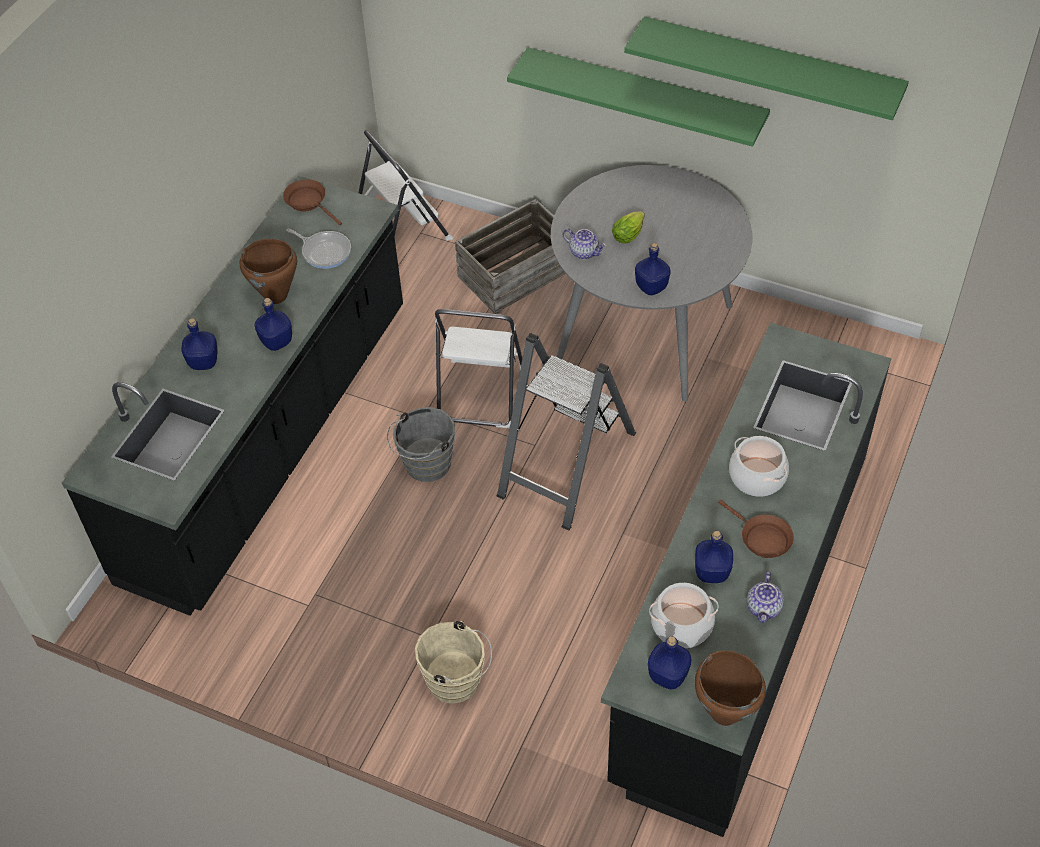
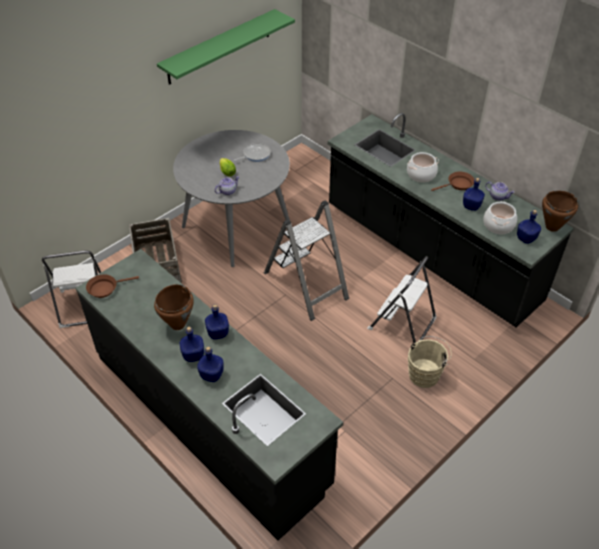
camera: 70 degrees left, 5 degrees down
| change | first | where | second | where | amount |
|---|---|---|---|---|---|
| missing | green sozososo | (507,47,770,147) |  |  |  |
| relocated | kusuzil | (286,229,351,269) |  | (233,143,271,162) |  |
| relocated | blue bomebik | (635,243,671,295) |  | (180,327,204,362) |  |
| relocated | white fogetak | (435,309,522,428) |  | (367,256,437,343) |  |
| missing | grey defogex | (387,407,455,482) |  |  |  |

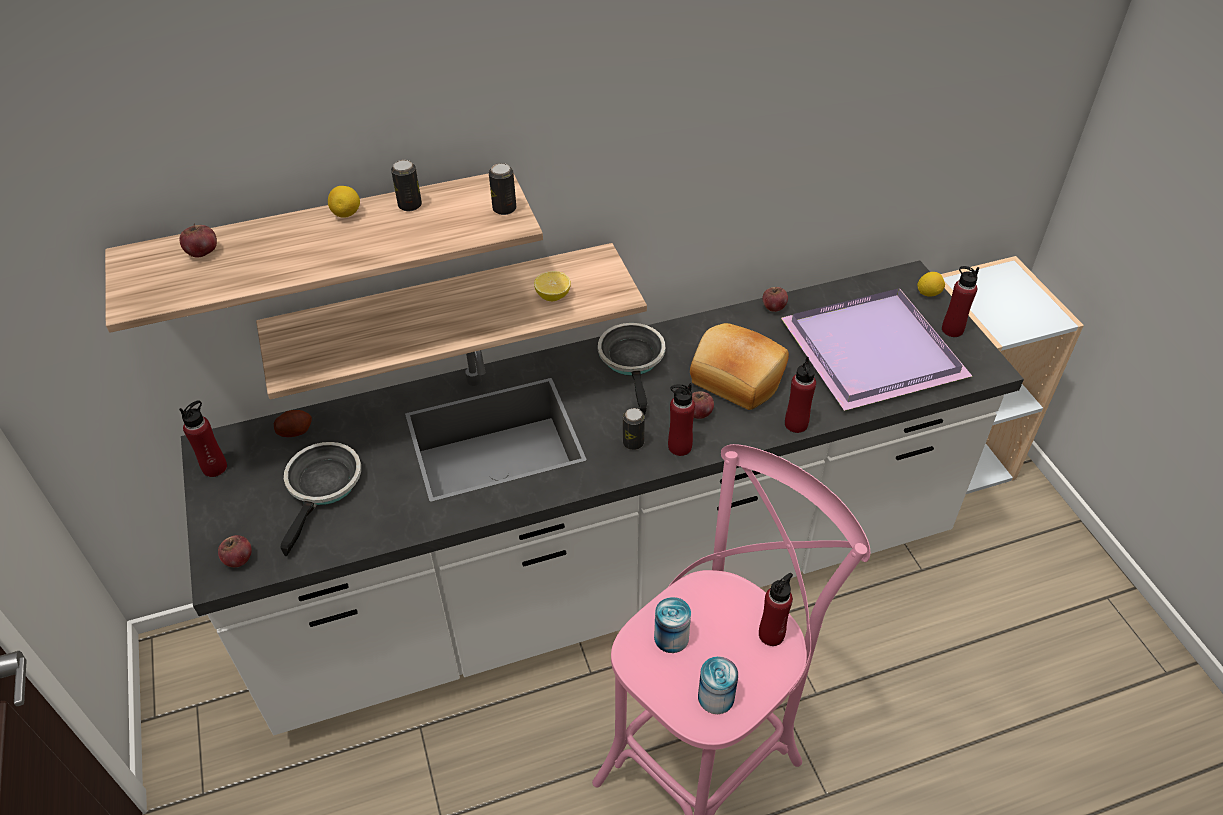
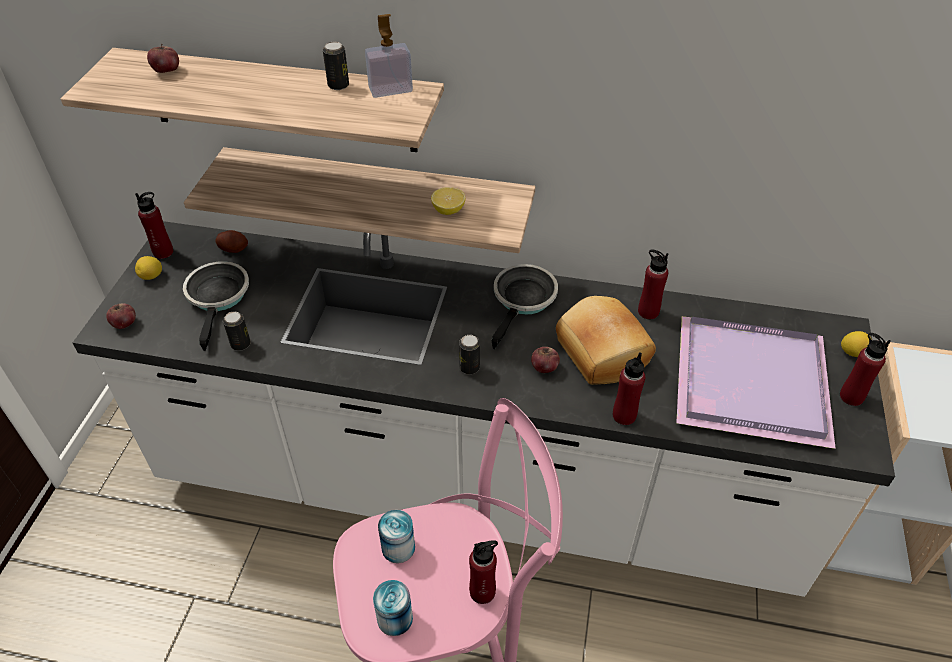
camera: 30 degrees right, 0 degrees up
| change | first | where | second | where | amount |
|---|---|---|---|---|---|
| relocated | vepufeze | (489,163,516,215) |  | (223,311,251,351) |  |
| relocated | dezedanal | (328,186,360,218) |  | (135,256,162,280) |  |
| missing | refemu | (762,287,788,312) |  |  |  |
| relocated | red bomebik | (668,383,695,456) |  | (638,249,668,319) |  |
| spun | kusuzil | (280,442,361,556) |  | (183,261,249,351) | 45 degrees counterclockwise |
| appeared |  |  | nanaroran | (365,14,413,98) |  |

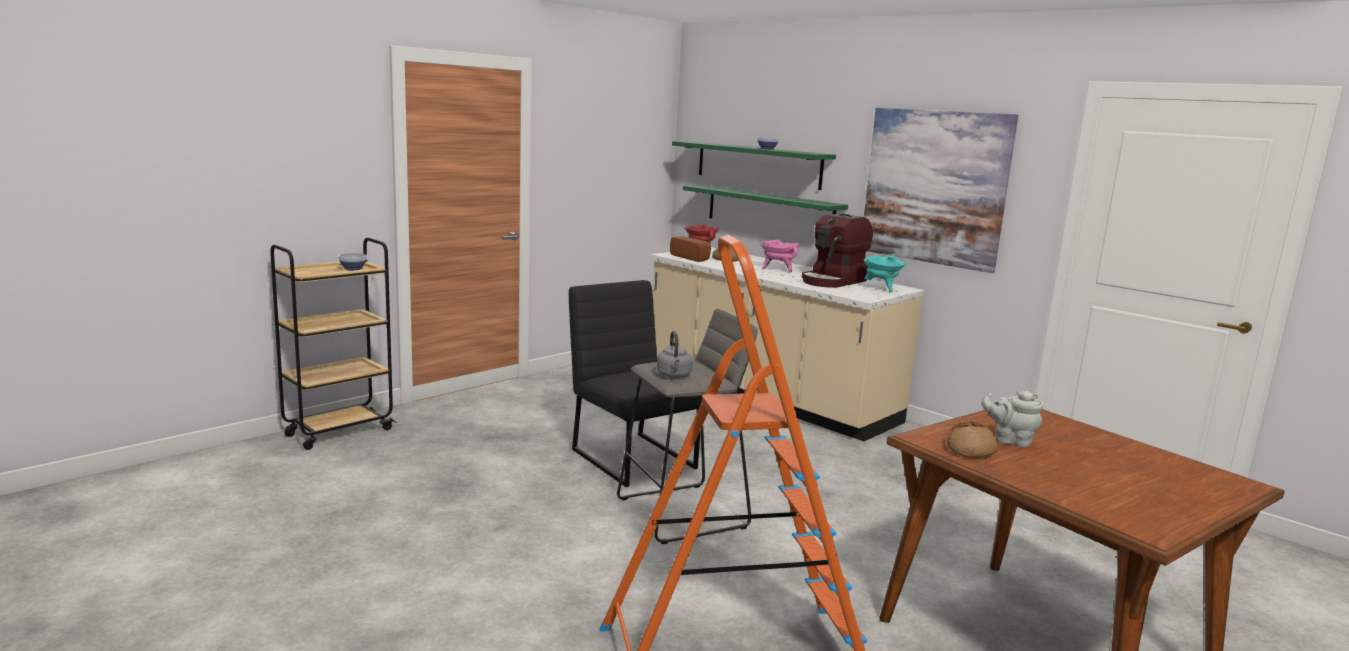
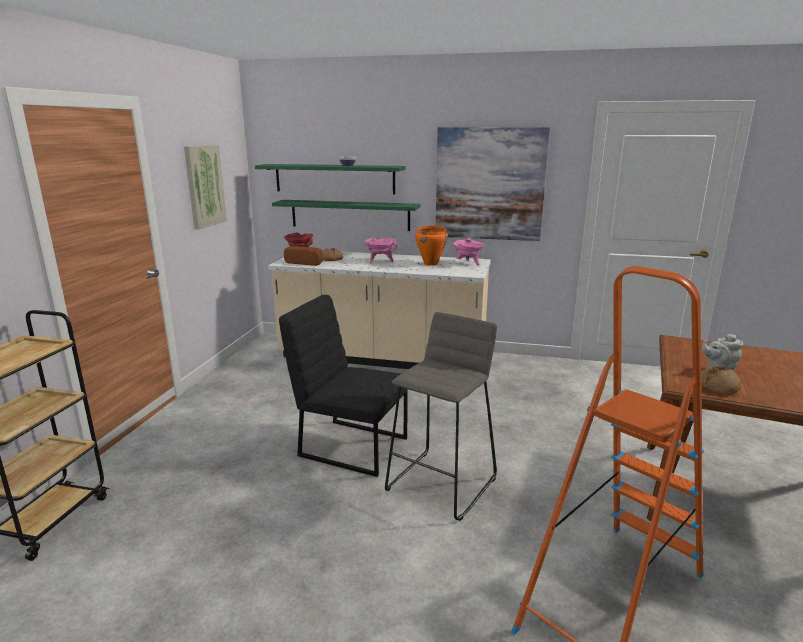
camera: 30 degrees left, 5 degrees up
| change | first | where | second | where | amount |
|---|---|---|---|---|---|
| exchanged | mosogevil | (802,214,873,288) | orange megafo | (415,226,448,266) |  |
| missing | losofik | (338,253,367,270) |  |  |  |
| colour | turquoise megafo | (863,254,906,292) | pink megafo | (453,237,484,265) |  |
| missing | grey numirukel | (657,331,693,378) |  |  |  |
| appeared |  |  | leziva | (184,145,227,230) |  |

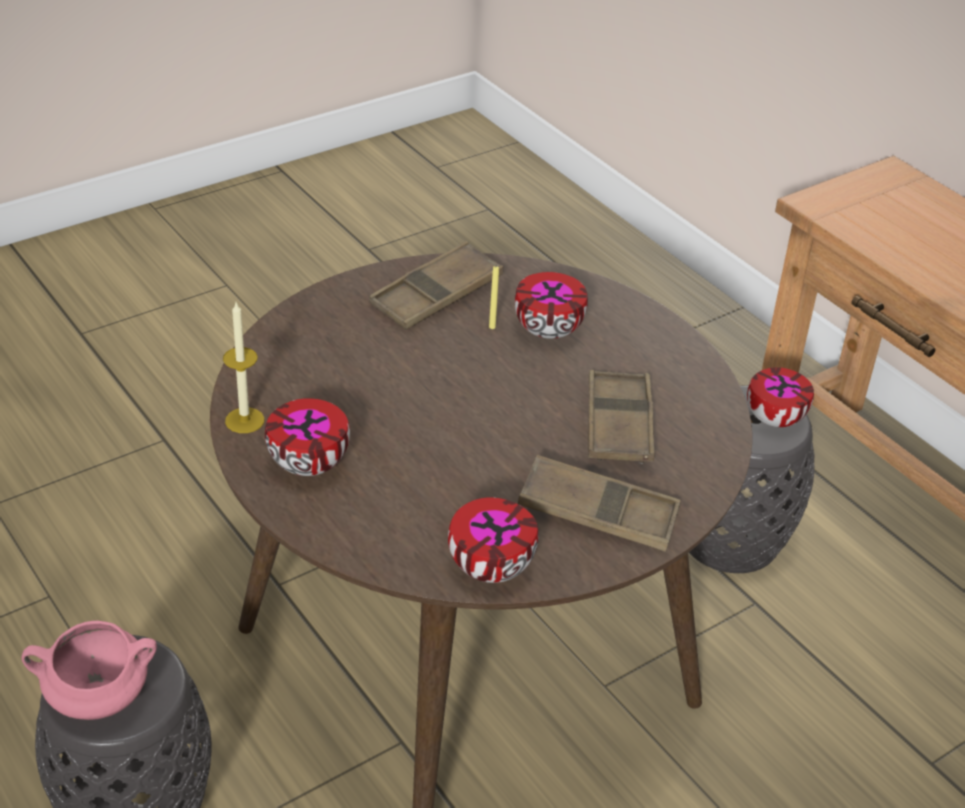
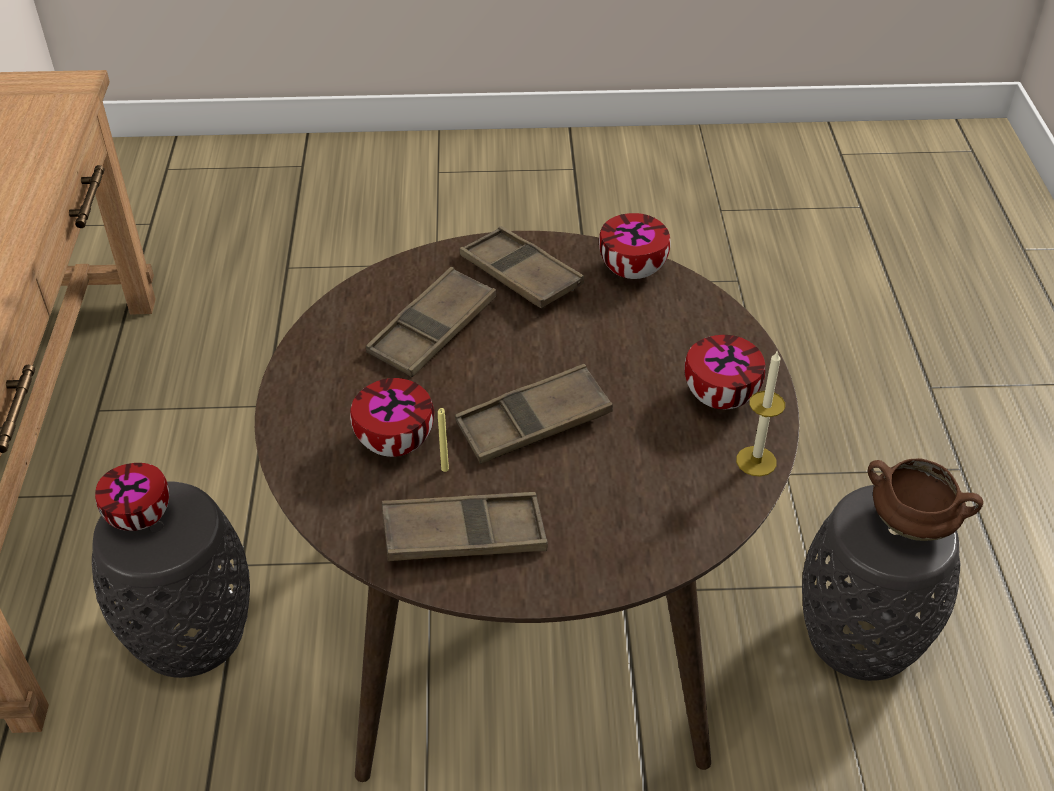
camera: 145 degrees left, 5 degrees up
| change | first | where | second | where | amount |
|---|---|---|---|---|---|
| colour | pink megafo | (21,621,157,720) | brown megafo | (868,458,983,541) |  |
| appeared |  |  | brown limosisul | (455,364,613,464) |  |

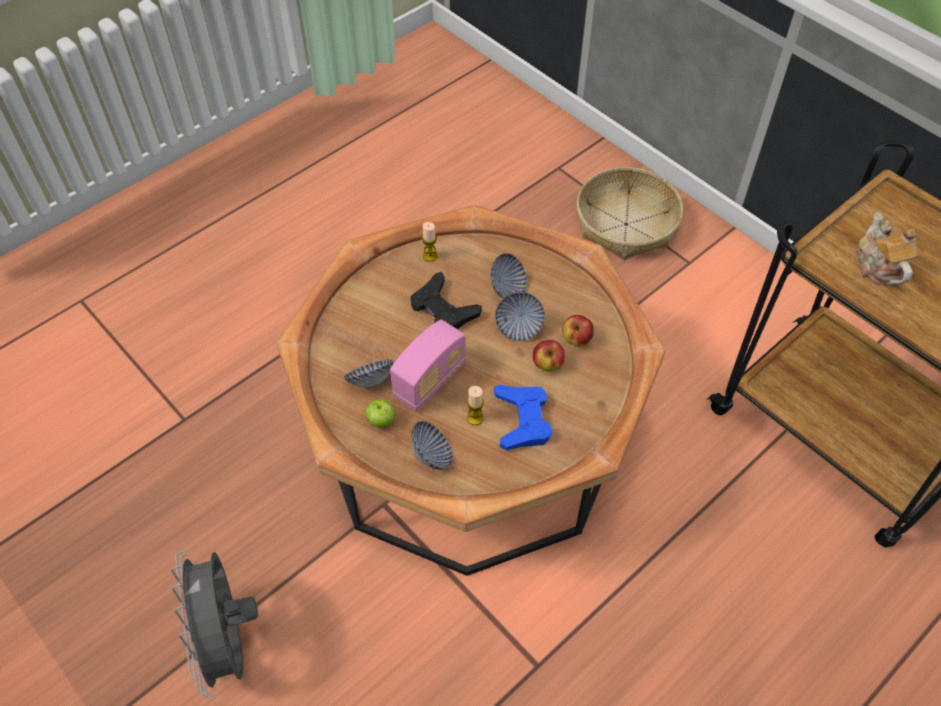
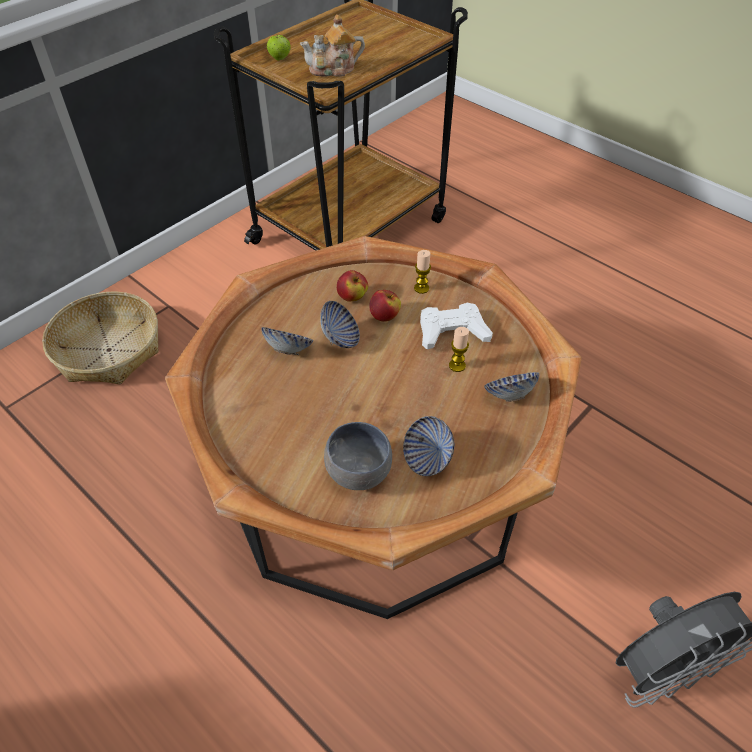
camera: 95 degrees left, 5 degrees down
| change | first | where | second | where | amount |
|---|---|---|---|---|---|
| relocated | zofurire | (422,222,438,262) |  | (414,250,431,294) |  |
| missing | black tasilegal | (410,272,482,329) |  |  |  |
| missing | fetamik | (390,319,466,412) |  |  |  |
| colour | blue tasilegal | (494,385,552,450) | white tasilegal | (420,303,493,350) |  |
| relocated | refemu | (365,399,395,428) |  | (267,35,291,60) |  |
| appeared |  |  | grey losofik | (324,422,392,490) |  |

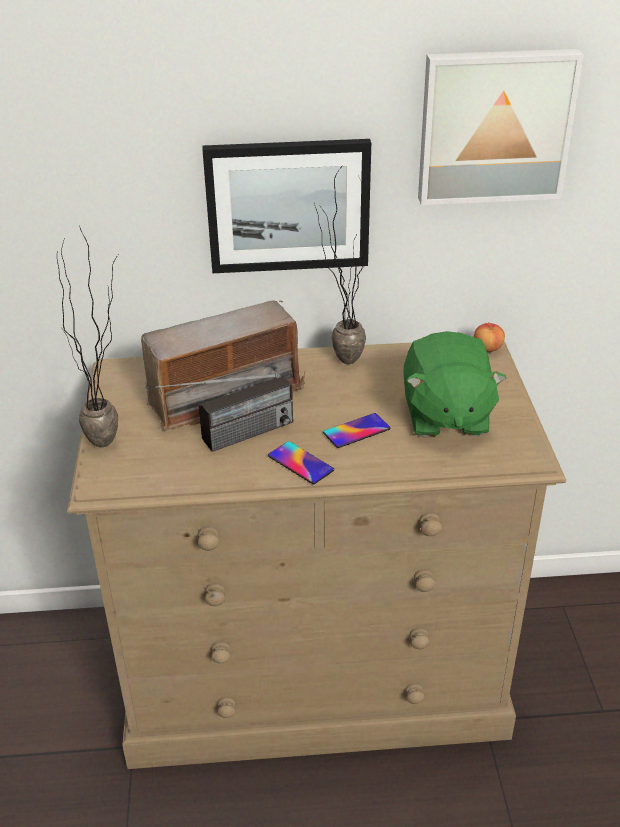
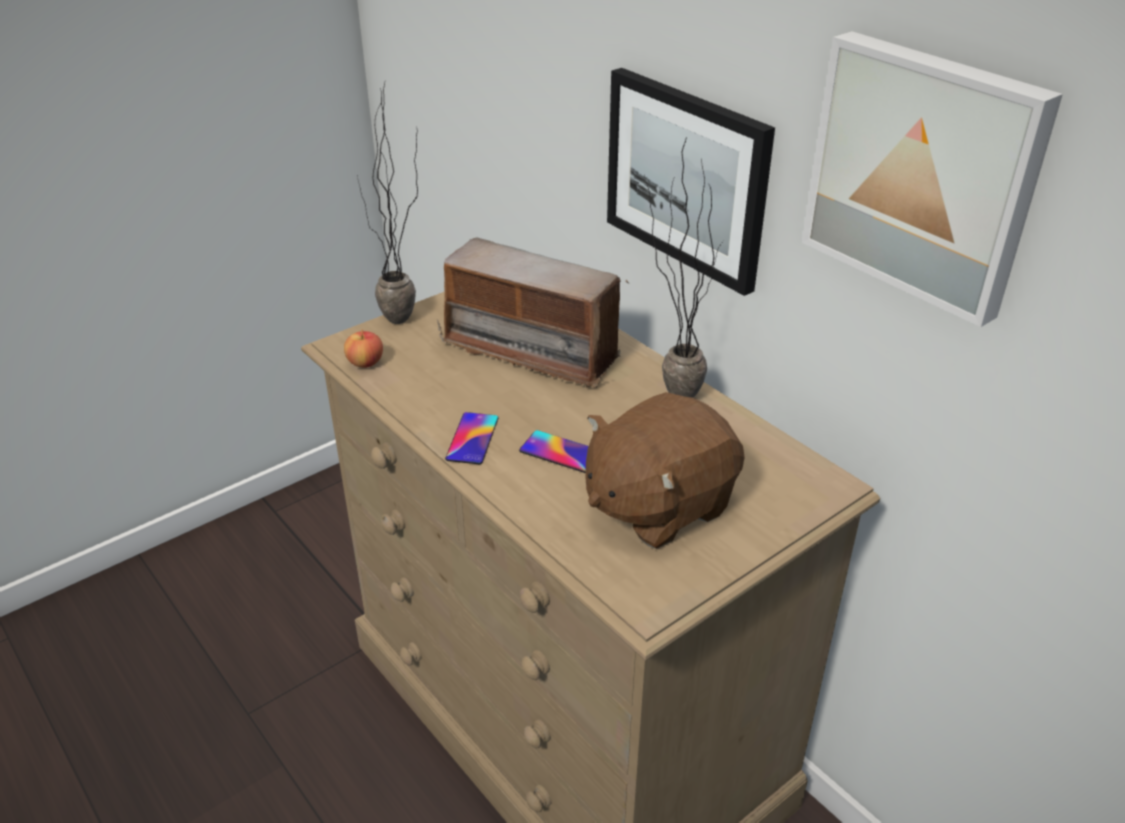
camera: 55 degrees right, 0 degrees up
| change | first | where | second | where | amount |
|---|---|---|---|---|---|
| relocated | refemu | (474,322,505,352) |  | (344,329,383,368) |  |
| colour | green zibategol | (404,331,507,437) | brown zibategol | (586,392,745,549) |  |
| missing | fetamik | (146,374,293,452) |  |  |  |

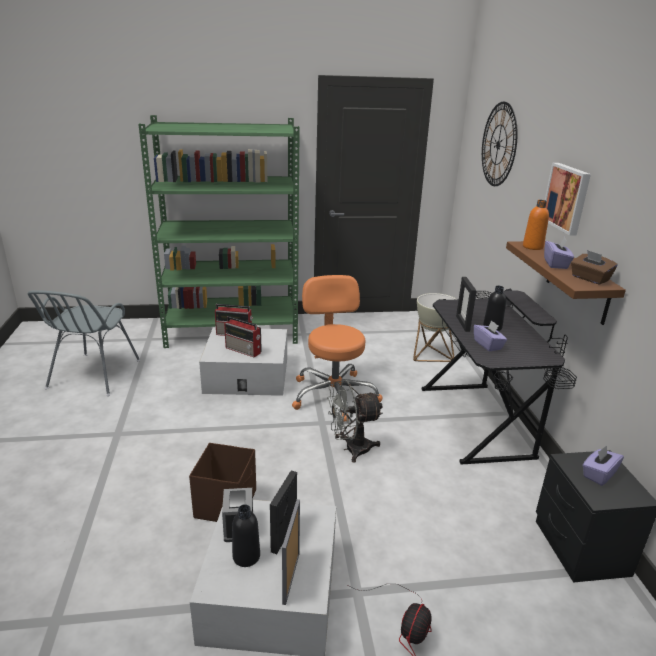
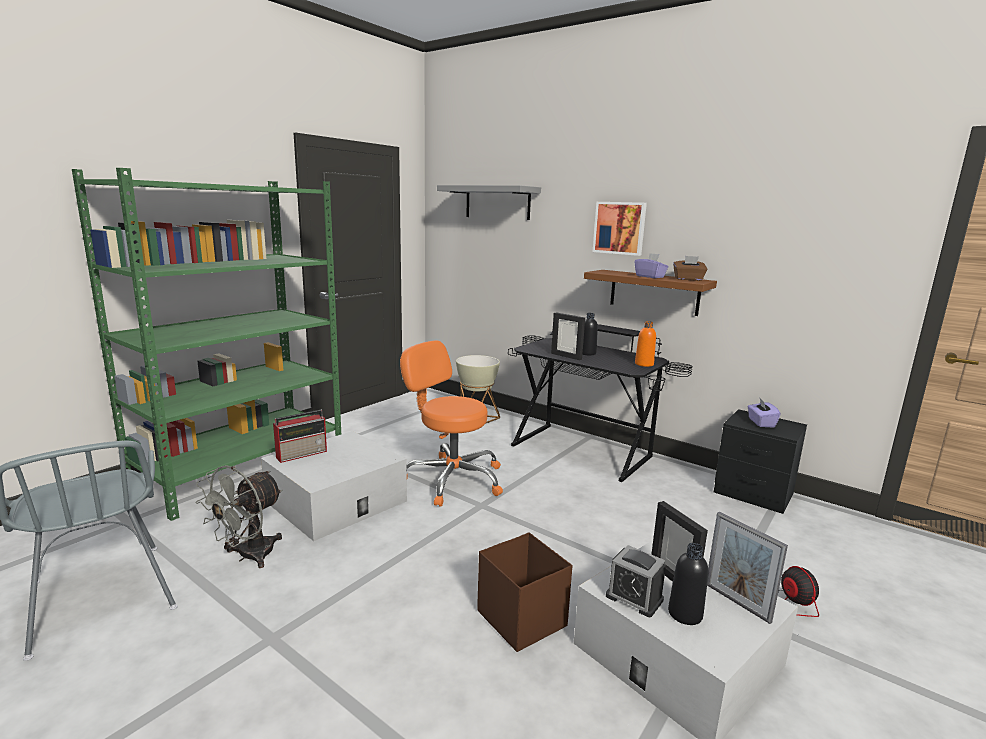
camera: 45 degrees left, 10 degrees down
| change | first | where | second | where | amount |
|---|---|---|---|---|---|
| exchanged | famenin | (482,102,518,186) | grey sozososo | (437,185,541,220) |  |
| relocated | orange bomebik | (523,200,549,250) |  | (635,321,656,367) |  |
| missing | fetamik | (224,316,262,358) |  |  |  |
| missing | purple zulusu | (474,320,507,351) |  |  |  |
| relocated | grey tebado | (327,380,383,463) |  | (195,465,282,568) |  |

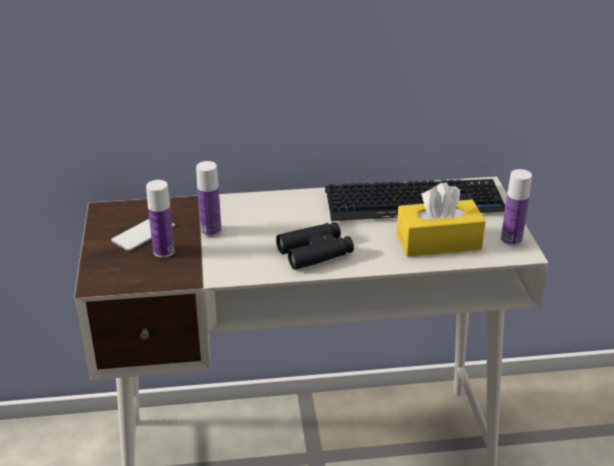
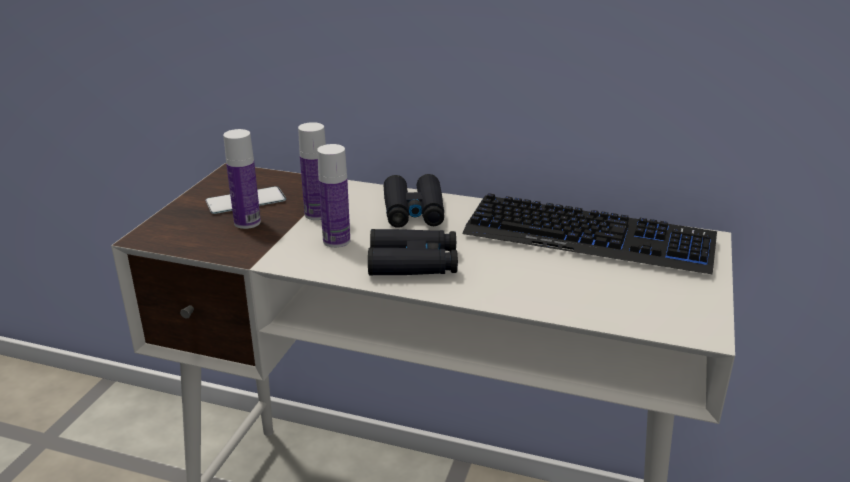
camera: 25 degrees right, 5 degrees down
| change | first | where | second | where | amount |
|---|---|---|---|---|---|
| relocated | bomebik | (501,169,532,246) |  | (317,144,350,248) |  |
| missing | yellow zulusu | (397,183,486,256) |  |  |  |
| appeared |  |  | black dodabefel | (384,174,444,228) |  |

